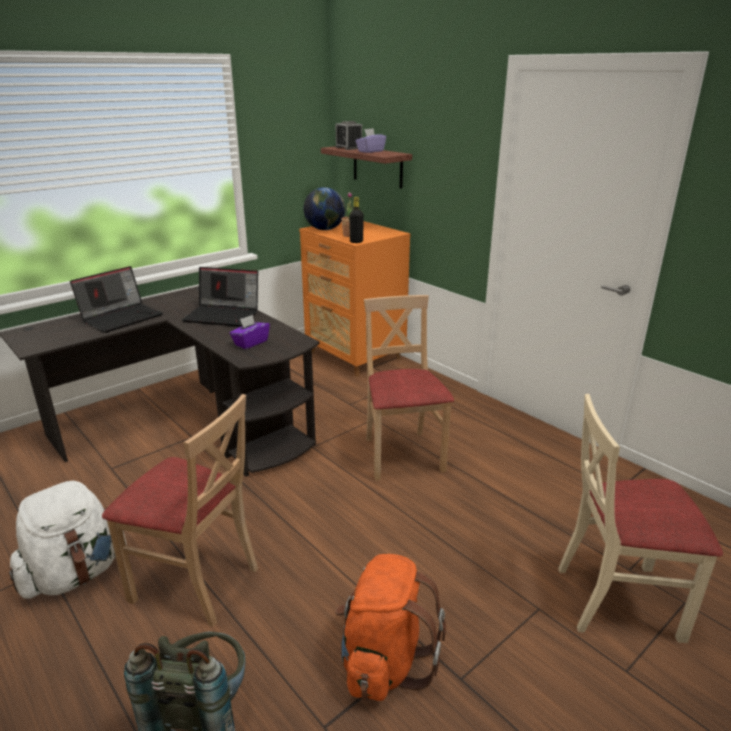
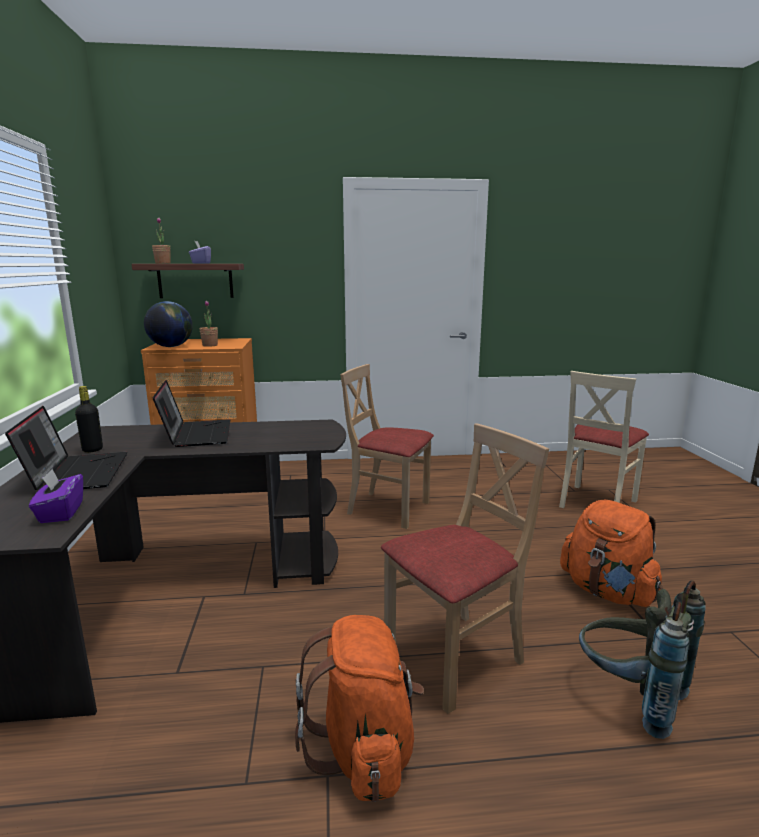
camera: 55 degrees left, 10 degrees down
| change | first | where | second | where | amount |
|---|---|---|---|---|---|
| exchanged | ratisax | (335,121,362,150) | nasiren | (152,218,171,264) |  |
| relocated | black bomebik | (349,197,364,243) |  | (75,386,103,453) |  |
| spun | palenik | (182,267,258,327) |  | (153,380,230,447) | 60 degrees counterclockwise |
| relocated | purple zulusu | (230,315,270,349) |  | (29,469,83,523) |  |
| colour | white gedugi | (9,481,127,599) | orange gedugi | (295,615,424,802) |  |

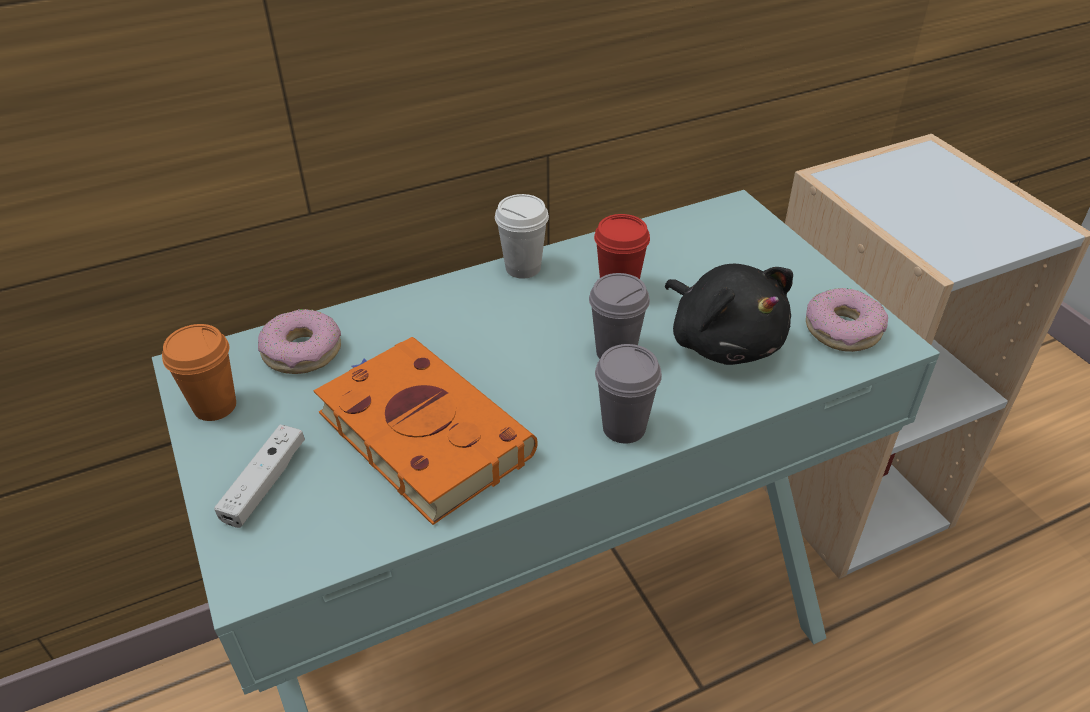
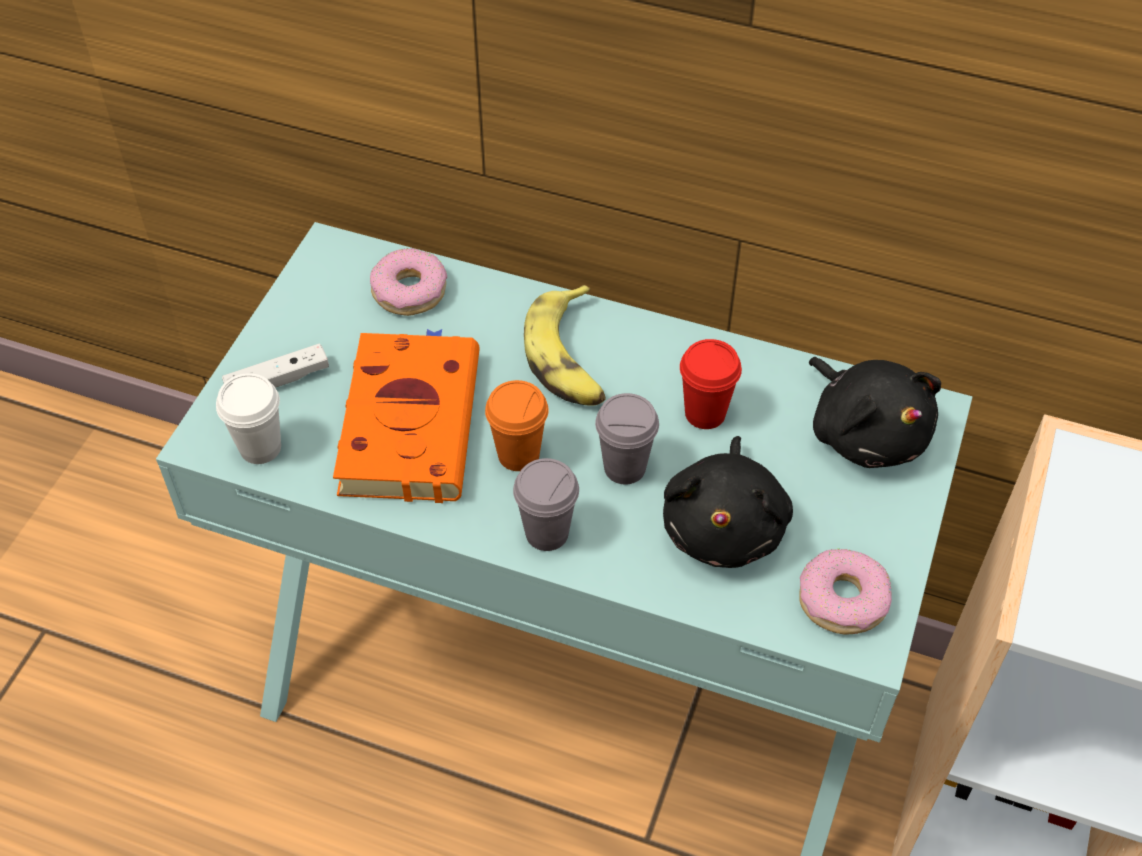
camera: 45 degrees right, 10 degrees up
| change | first | where | second | where | amount |
|---|---|---|---|---|---|
| relocated | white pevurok | (495,194,549,279) |  | (216,373,281,464) |  |
| relocated | orange pevurok | (162,324,236,421) |  | (485,380,549,471) |  |
| appeared |  |  | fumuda | (524,285,606,406) |  |
| appeared |  |  | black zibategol | (809,357,941,468) |  |

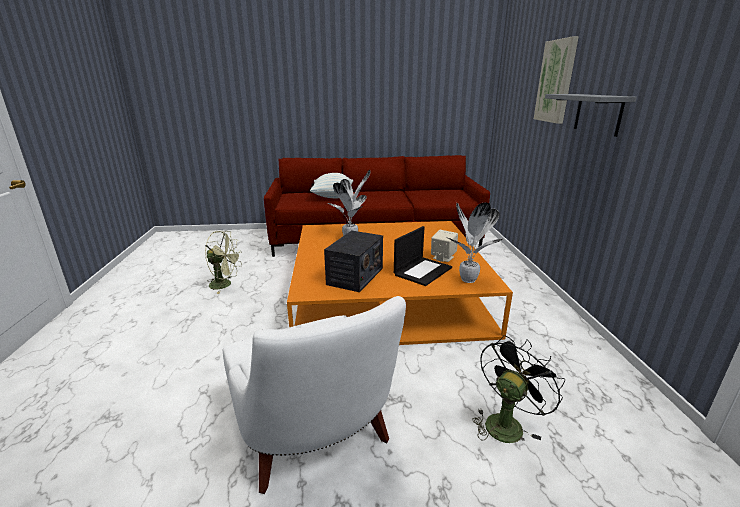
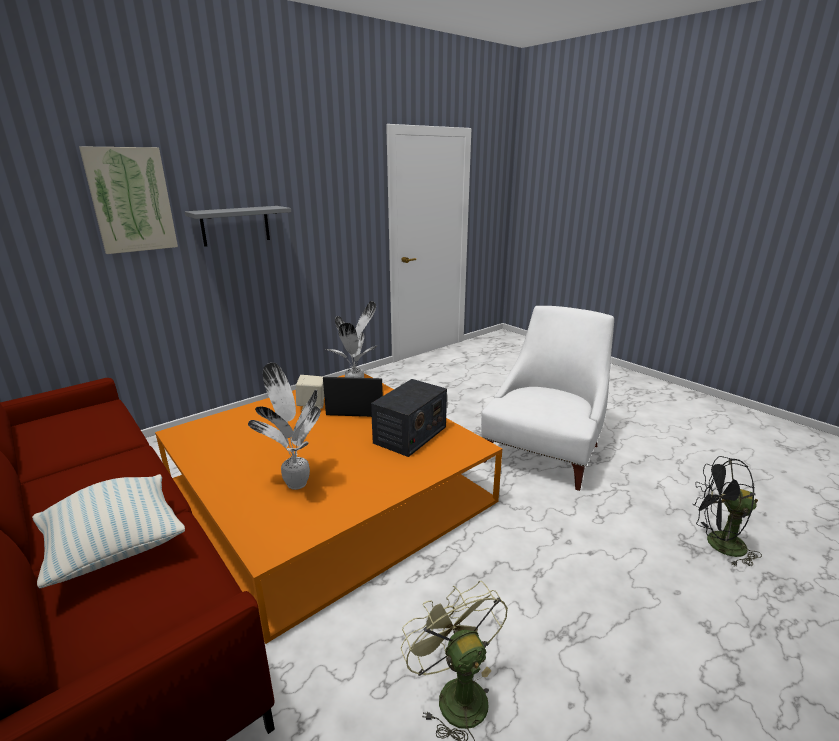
camera: 125 degrees left, 0 degrees up
| change | first | where | second | where | amount |
|---|---|---|---|---|---|
| spun | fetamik | (324,230,383,292) |  | (371,379,447,457) | 135 degrees clockwise |
| relocated | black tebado | (472,335,565,443) |  | (693,456,762,567) |  |

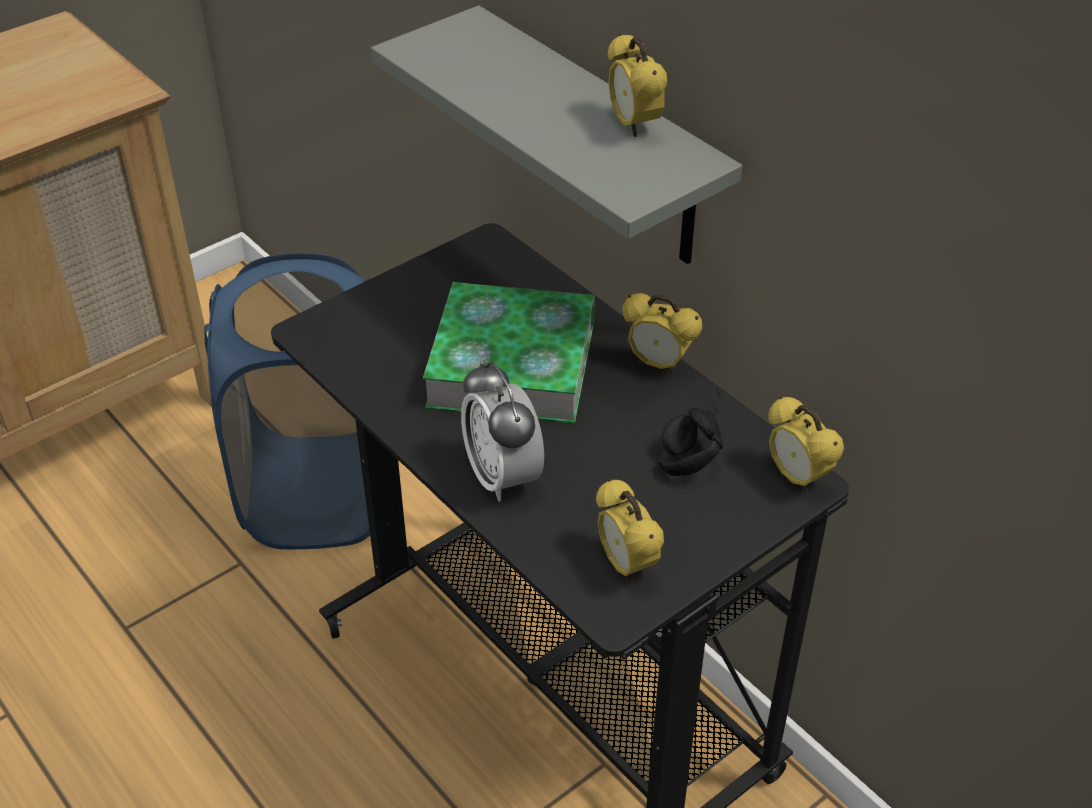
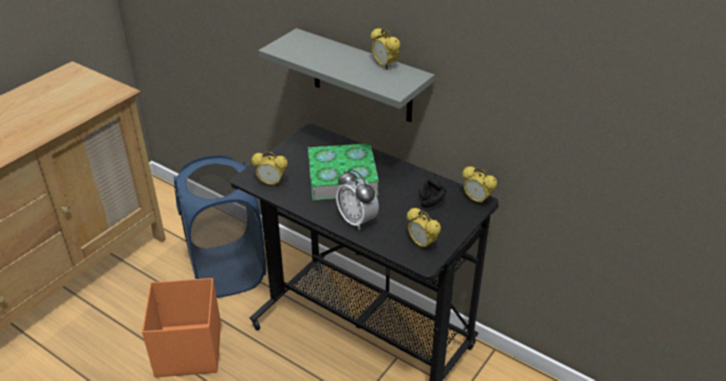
camera: 15 degrees left, 5 degrees down
| change | first | where | second | where | amount |
|---|---|---|---|---|---|
| relocated | ratisax | (622,293,702,374) |  | (251,152,288,186) |  |
| appeared |  |  | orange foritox | (142,278,221,378) |  |

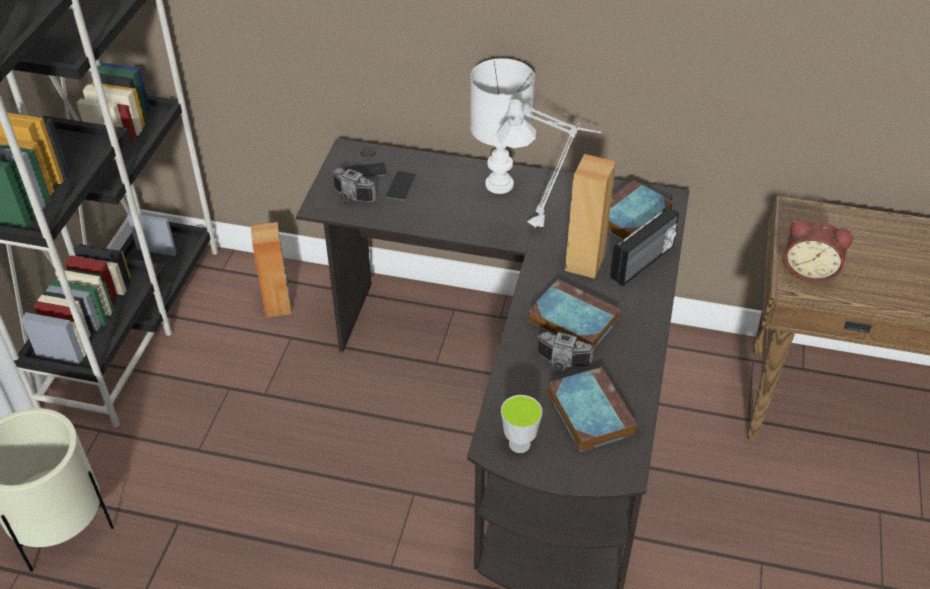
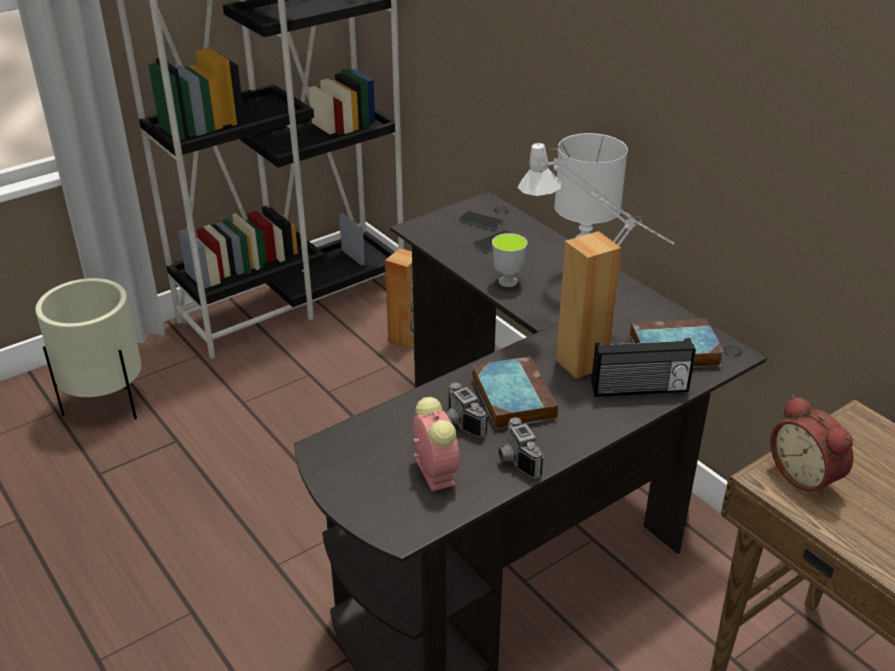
camera: 40 degrees right, 10 degrees down
| change | first | where | second | where | amount |
|---|---|---|---|---|---|
| relocated | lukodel | (333,168,376,202) |  | (498,417,543,478) |  |
| exchanged | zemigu | (548,367,638,452) | ratisax | (413,397,460,491) |  |
| relocated | pevurok | (501,395,542,453) |  | (492,233,528,287) |  |

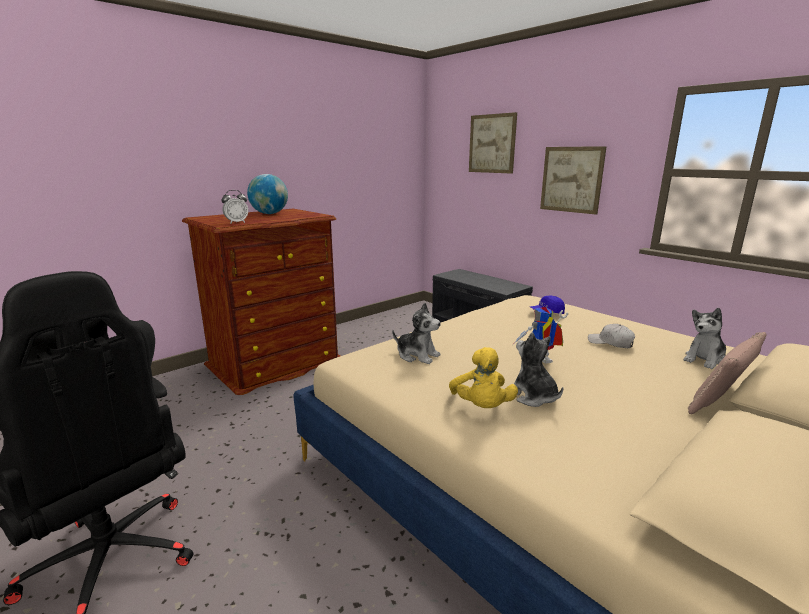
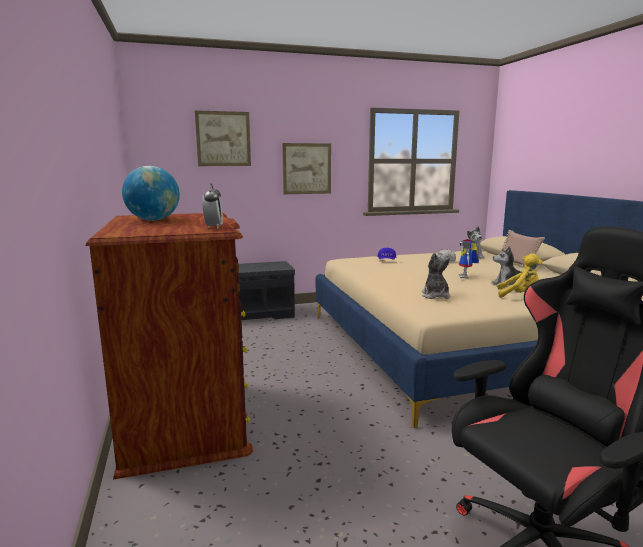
camera: 65 degrees left, 5 degrees down
| change | first | where | second | where | amount |
|---|---|---|---|---|---|
| spun | zibategol | (392,303,441,364) |  | (422,252,450,299) | 60 degrees counterclockwise |

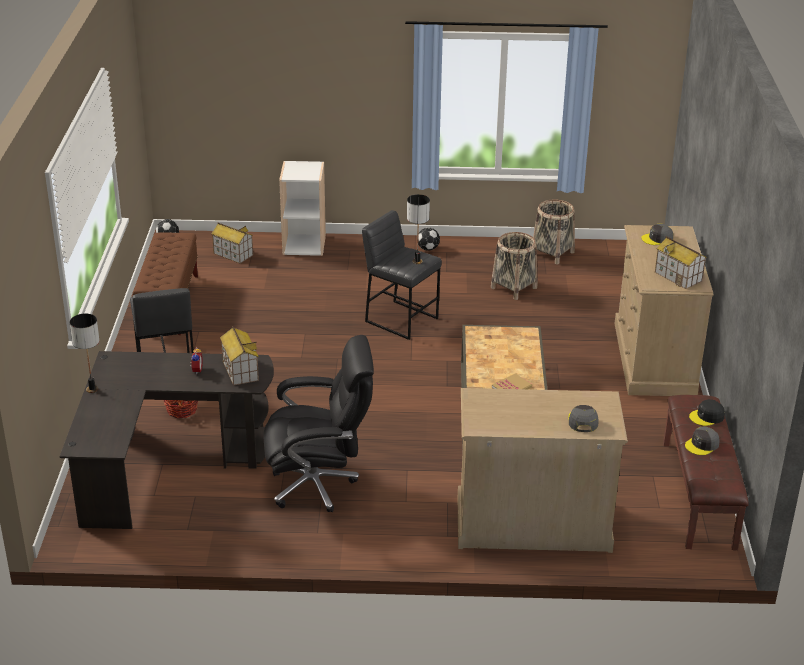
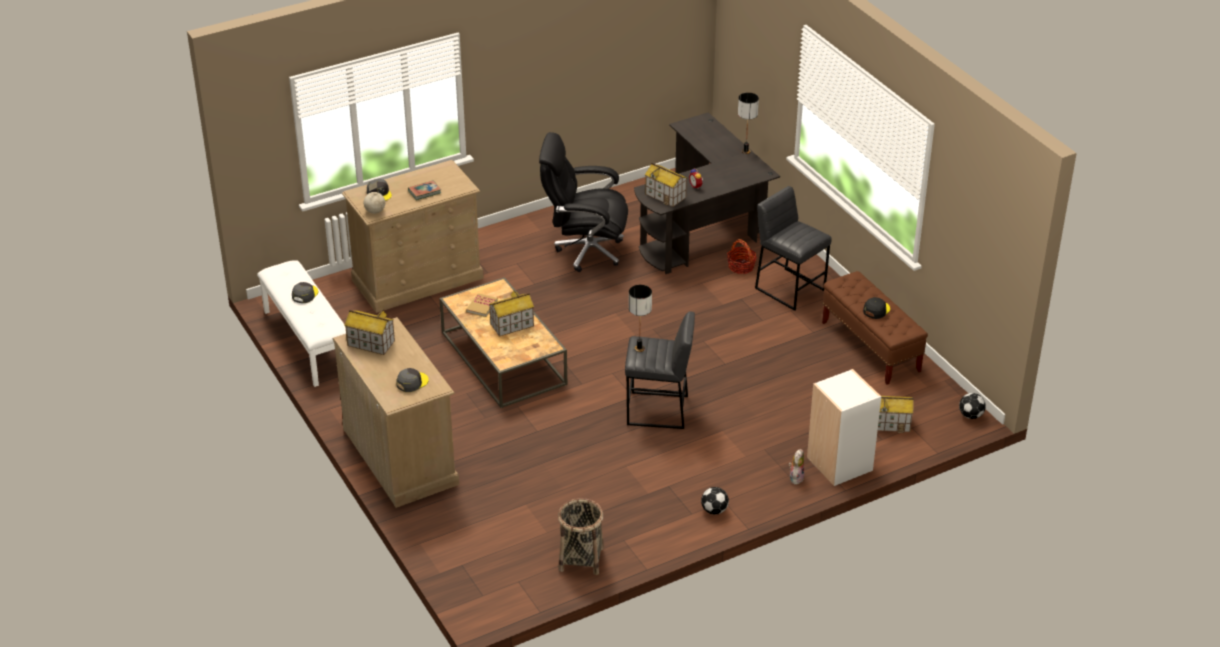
camera: 150 degrees right, 5 degrees up
| change | first | where | second | where | amount |
|---|---|---|---|---|---|
| missing | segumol | (491,232,537,300) |  |  |  |
| spun | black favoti | (263,335,374,512) |  | (539,132,628,272) | 45 degrees clockwise |
| colour | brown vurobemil | (663,395,749,550) | white vurobemil | (257,260,346,387) |  |
| relocated | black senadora | (689,399,725,426) |  | (863,297,890,319) |  |
| appeared |  |  | zemigu | (408,180,441,200) |  |
| appeared |  |  | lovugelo | (364,182,385,214) |  |
| appeared |  |  | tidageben | (489,289,534,337) |  |
| appeared |  |  | zibategol | (789,449,804,485) |  |

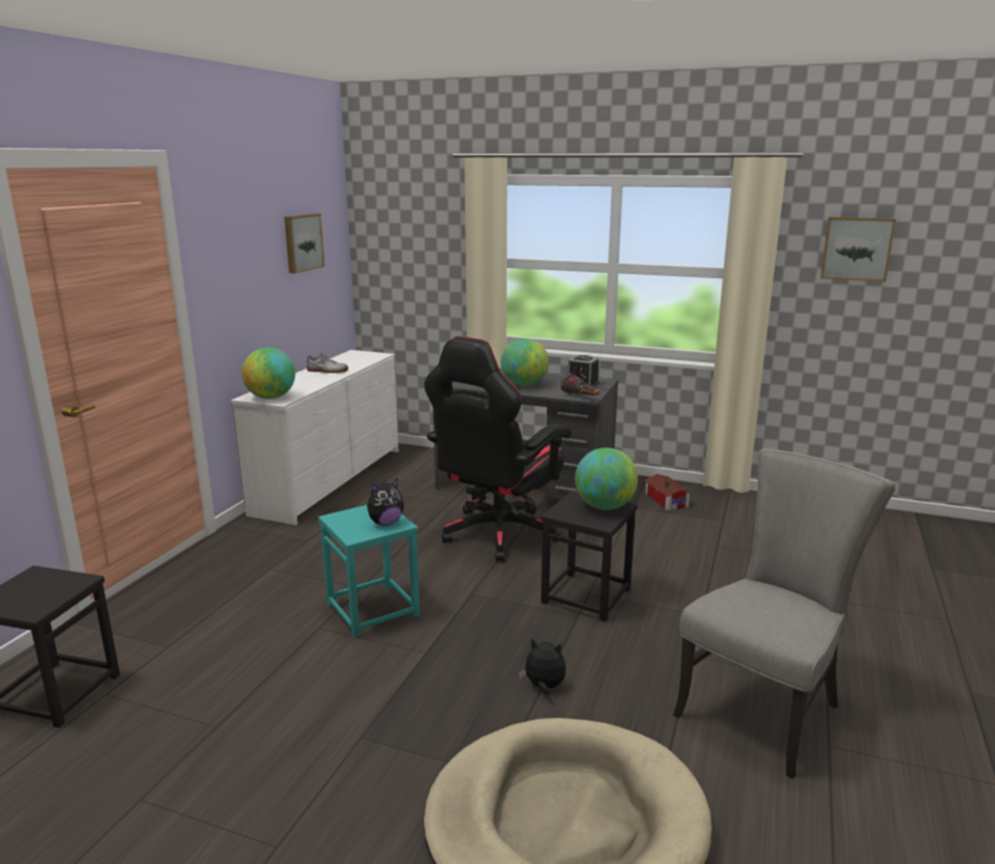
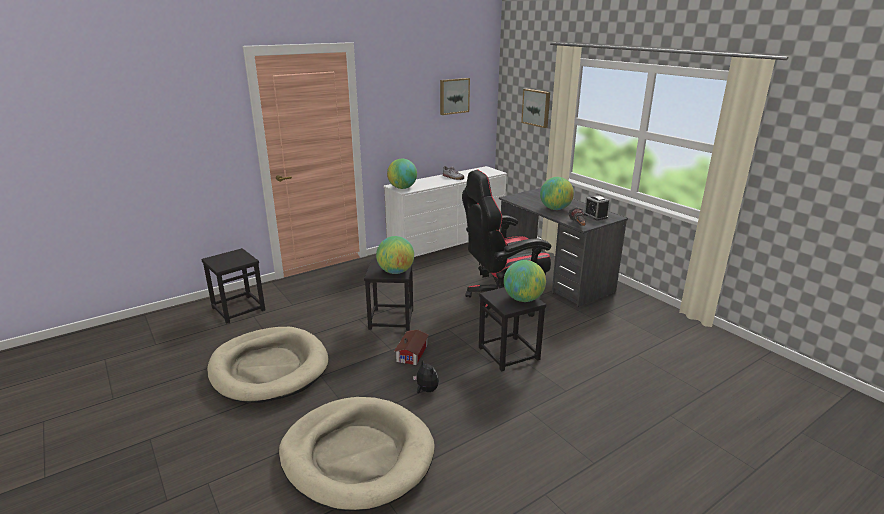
camera: 35 degrees right, 5 degrees up
| change | first | where | second | where | amount |
|---|---|---|---|---|---|
| relocated | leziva | (821,217,896,282) |  | (521,89,550,128) |  |
| missing | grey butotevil | (673,448,896,779) |  |  |  |
| relocated | tidageben | (644,474,692,510) |  | (394,329,429,365) |  |
| exchanged | zibategol | (367,478,404,526) | lovugelo | (376,236,414,274) |  |
| colour | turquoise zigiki | (318,505,420,637) | black zigiki | (364,259,413,331) |  |
| appeared |  |  | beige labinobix | (207,327,328,403) |  |

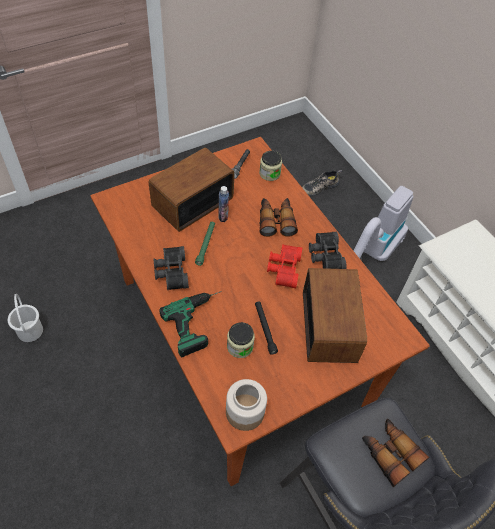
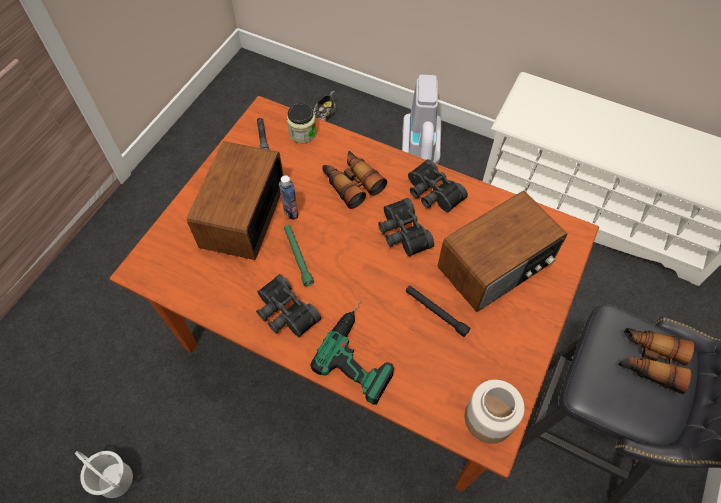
camera: 30 degrees left, 5 degrees up
| change | first | where | second | where | amount |
|---|---|---|---|---|---|
| colour | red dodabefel | (267,244,302,288) | black dodabefel | (378,198,434,256) |  |
| spun | fetamik | (303,268,367,363) |  | (437,191,568,312) | 90 degrees clockwise |
| missing | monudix | (227,322,255,358) |  |  |  |

